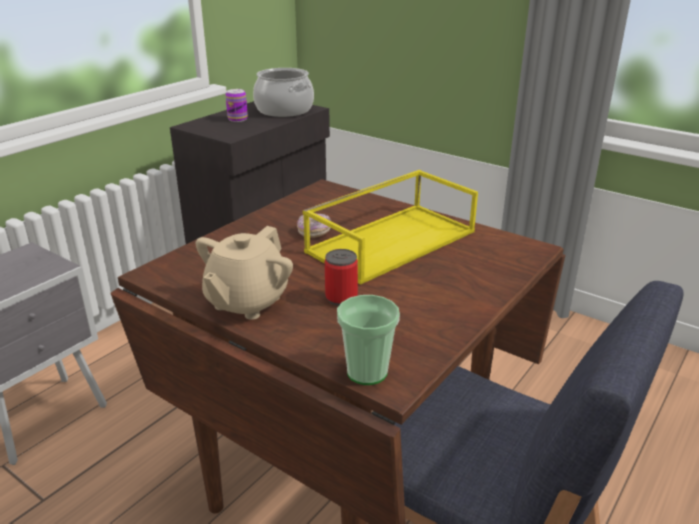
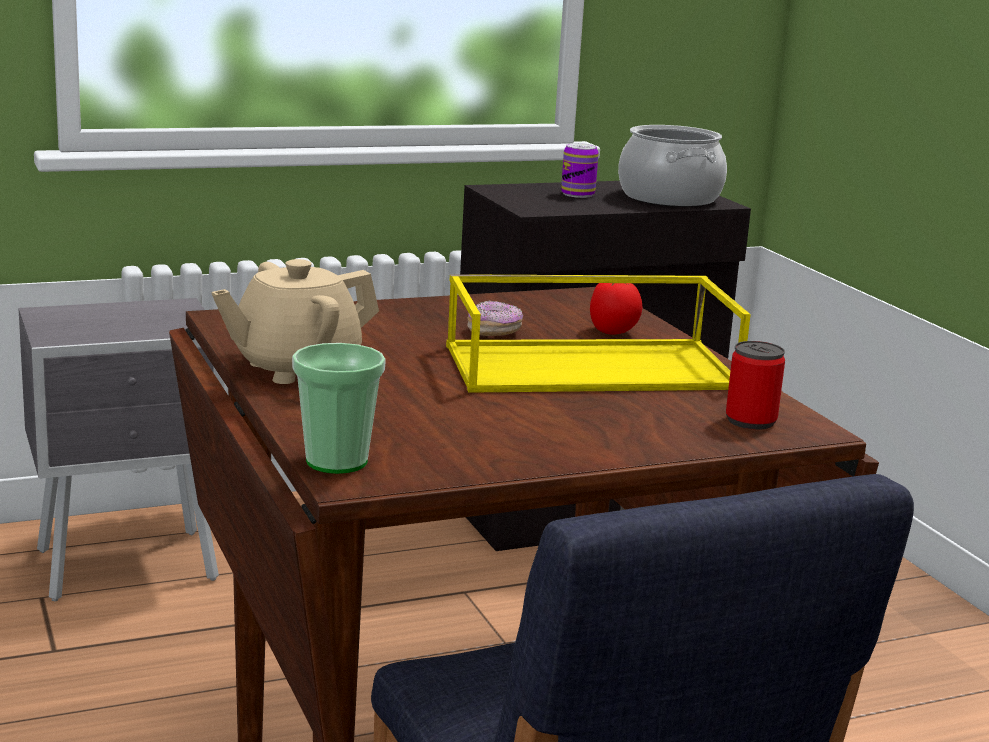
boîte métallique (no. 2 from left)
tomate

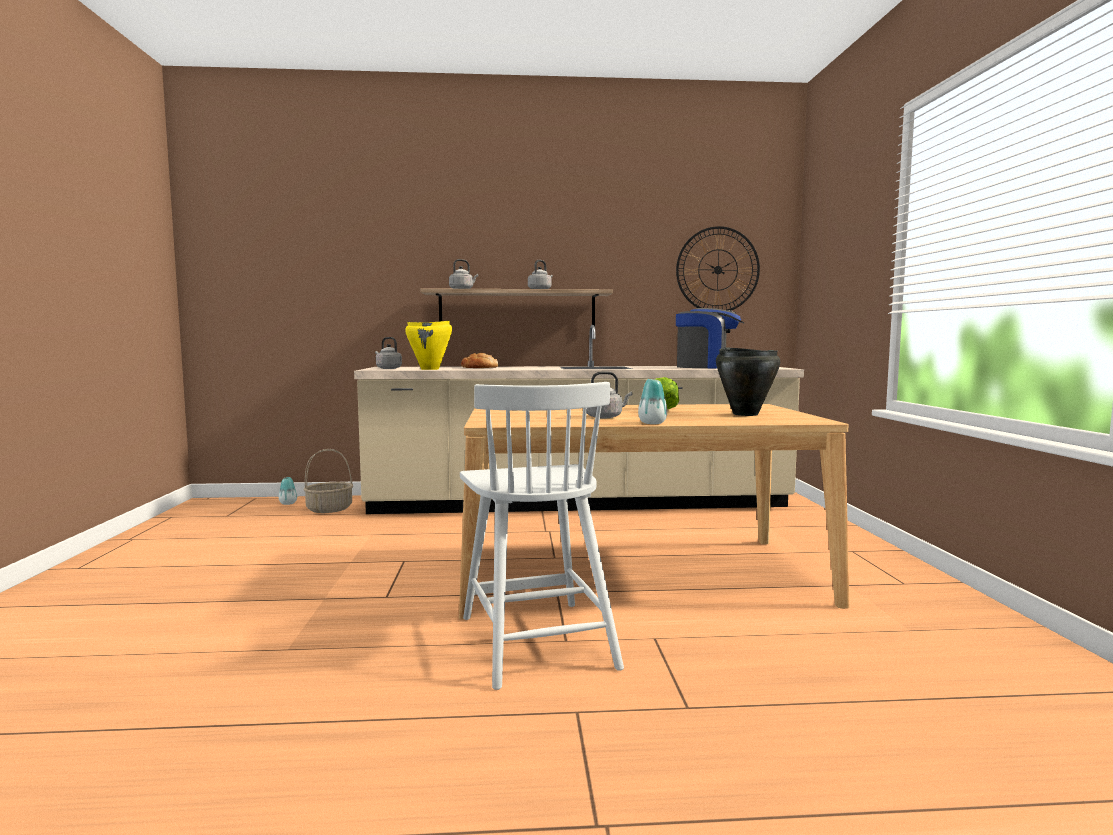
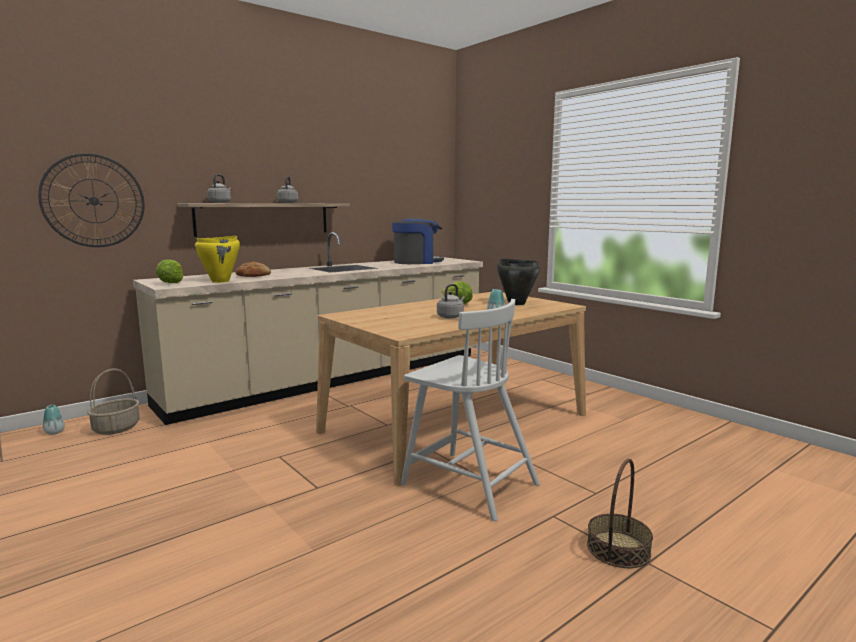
laitue (no. 1 from left)
horloge murale
panier (no. 2 from left)

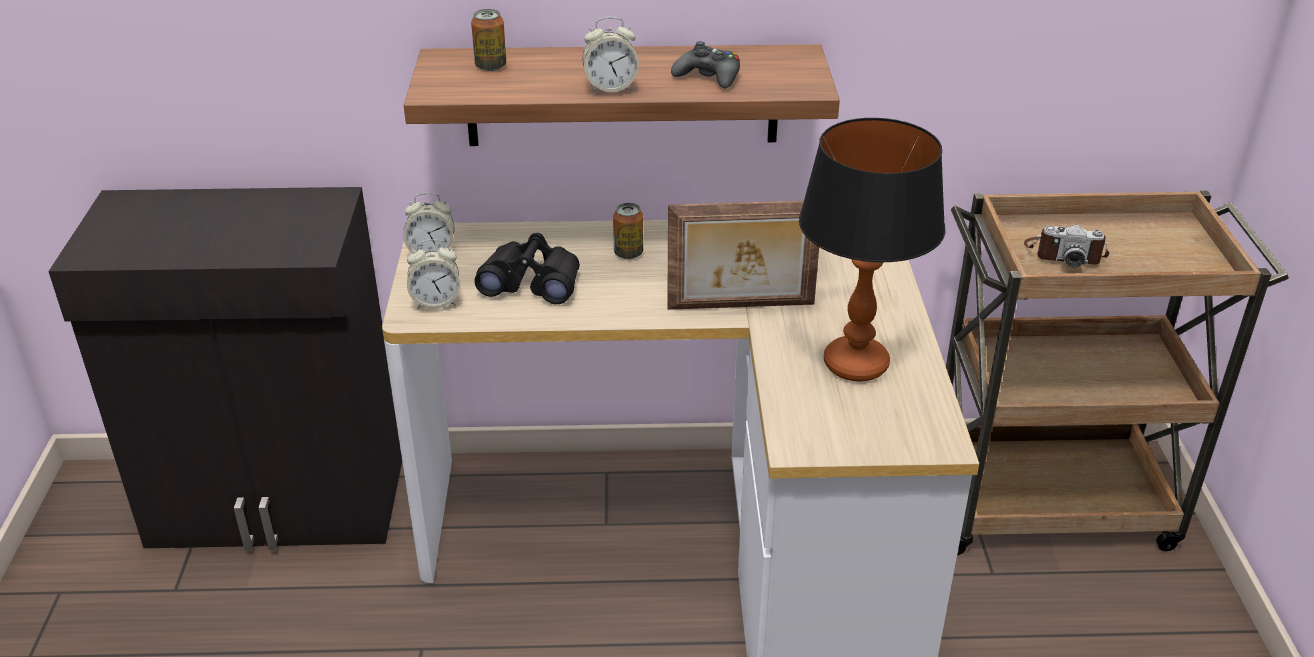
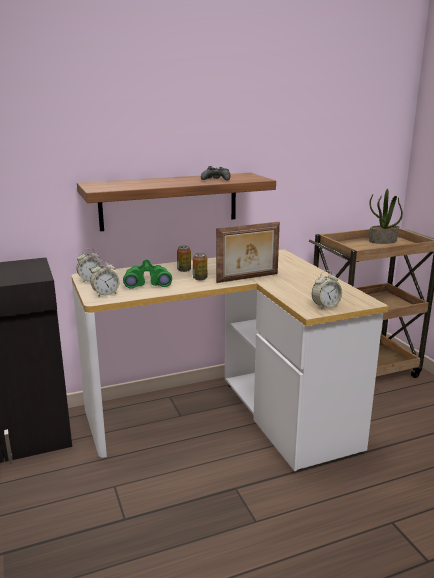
boîte métallique (no. 2 from left)
jumelles/vert
réveil (no. 3 from left)
lampe de table
appareil photo
plante en pot

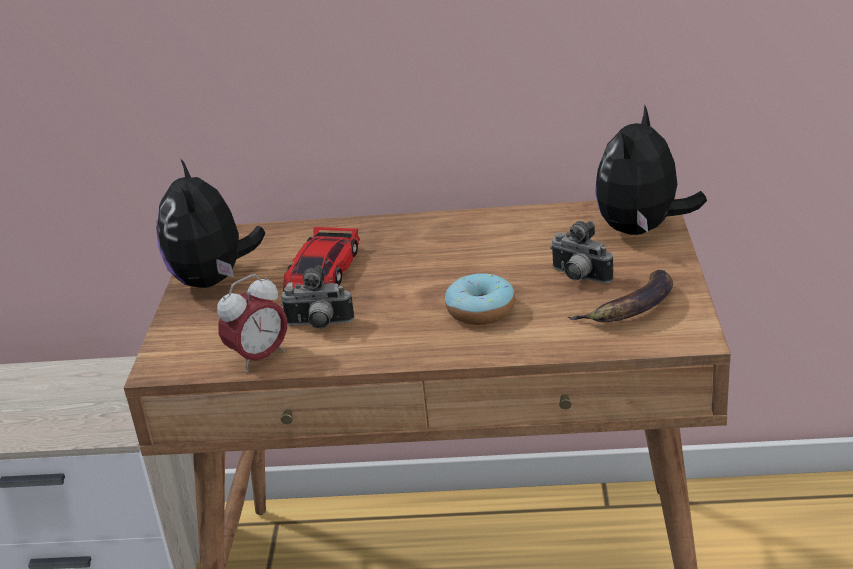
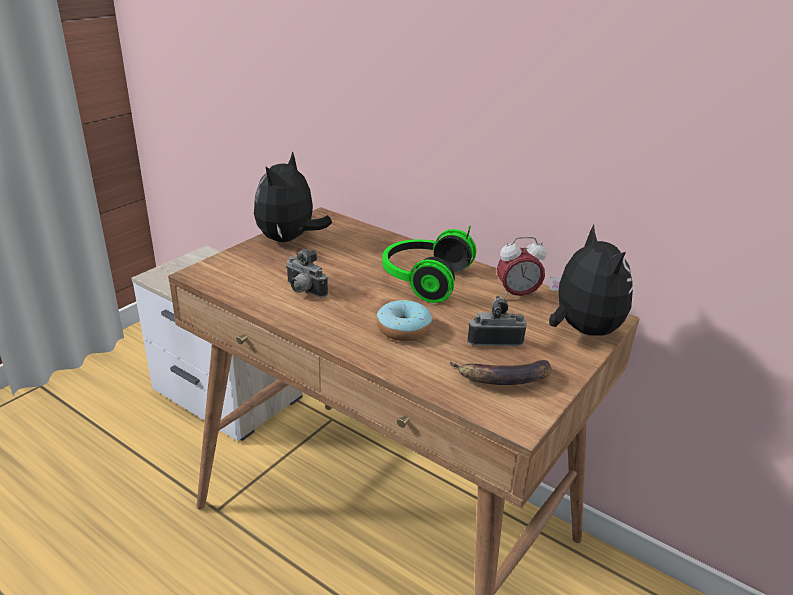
réveil
petite voiture
appareil photo (no. 2 from left)
peluche (no. 2 from left)
casque audio

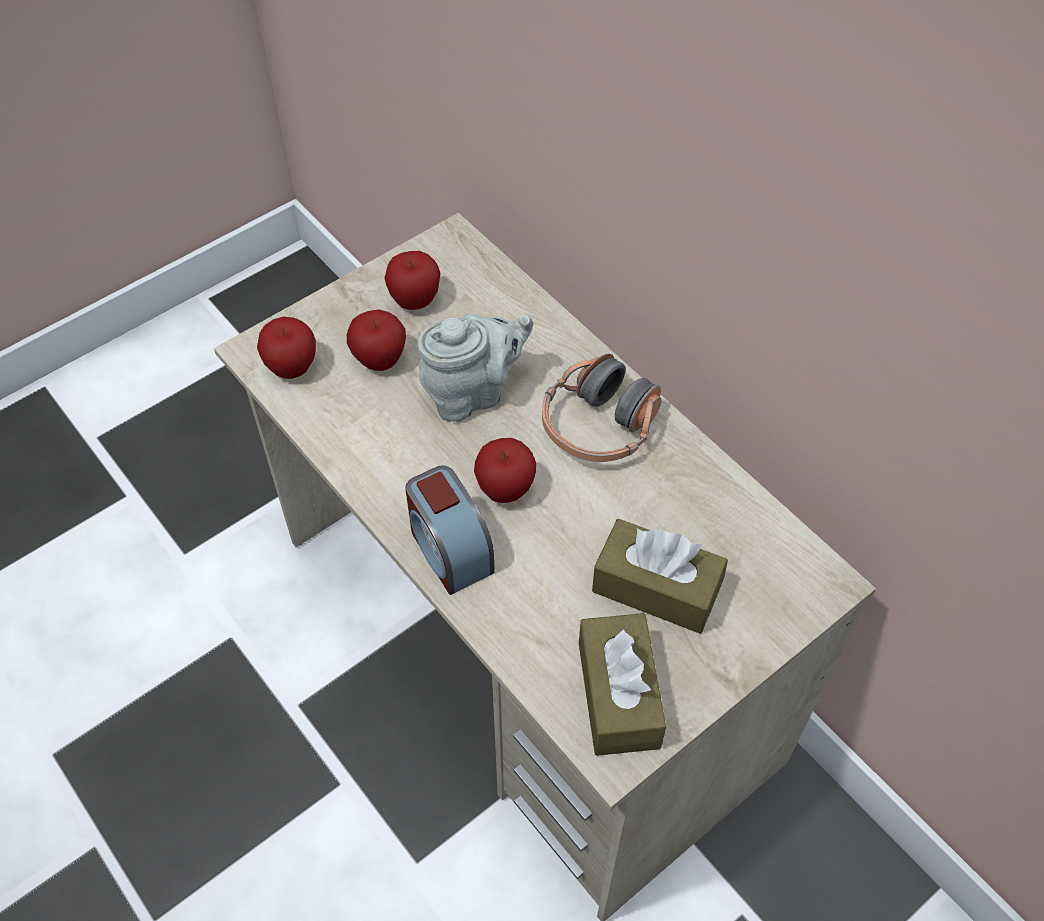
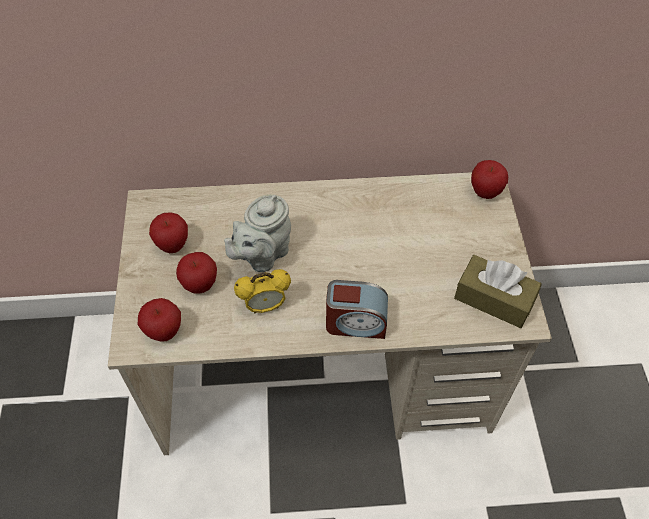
théière/gris
pomme (no. 4 from left)
casque audio
boîte à mouchoirs/marron (no. 2 from left in the first image)
réveil (no. 1 from left)

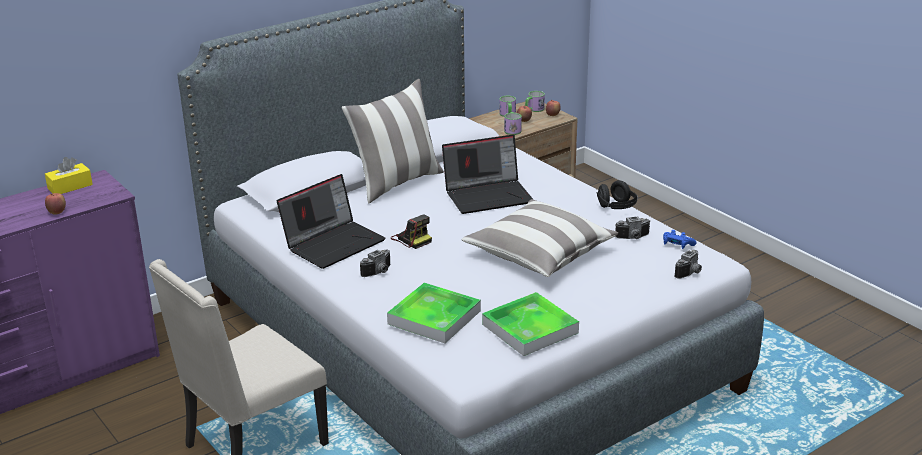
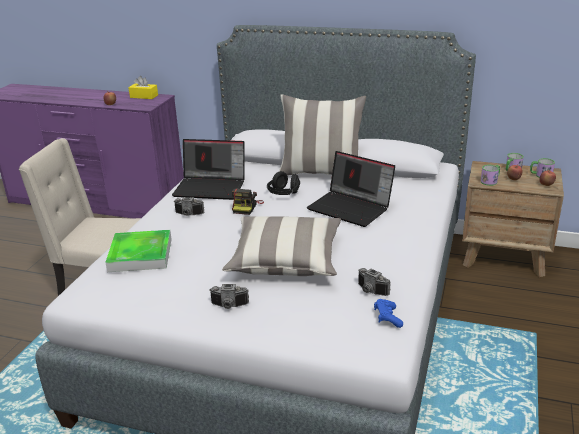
plateau (no. 2 from left in the first image)
casque audio/noir
appareil photo (no. 2 from left)

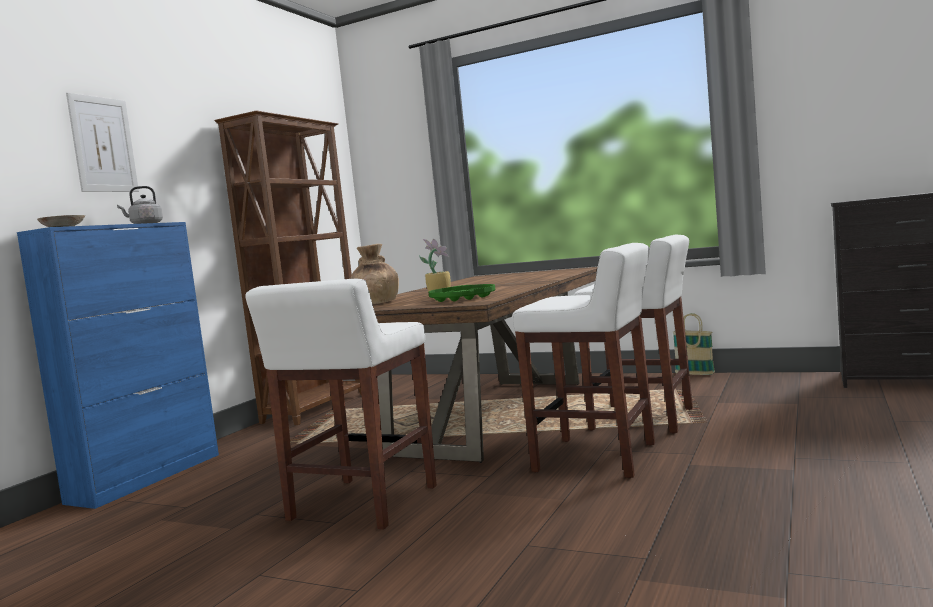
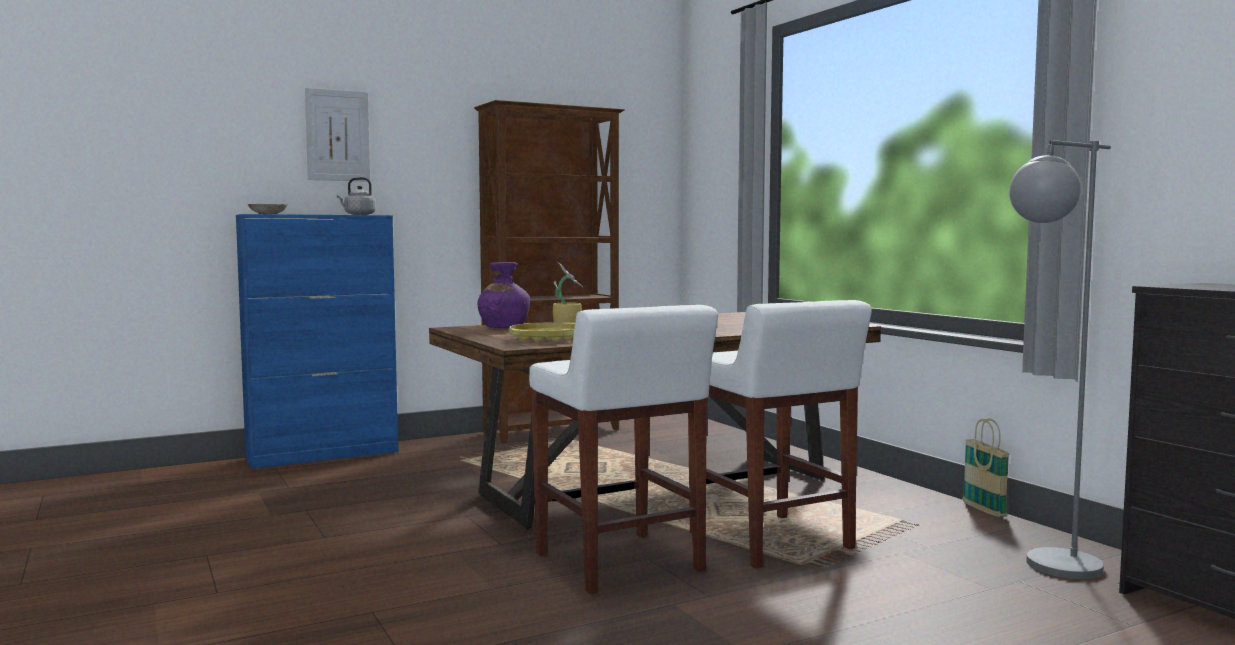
tabouret/blanc (no. 1 from left in the first image)
vase/violet
plateau/jaune
lampadaire/gris

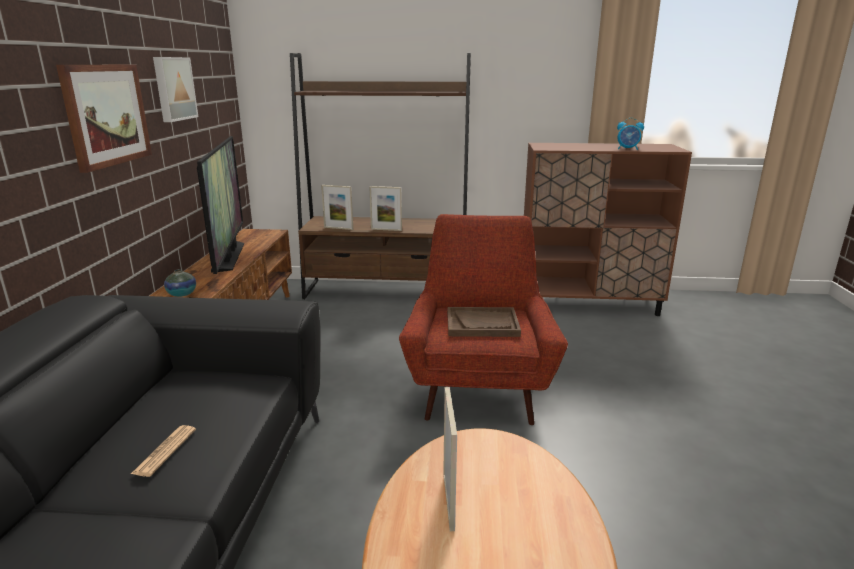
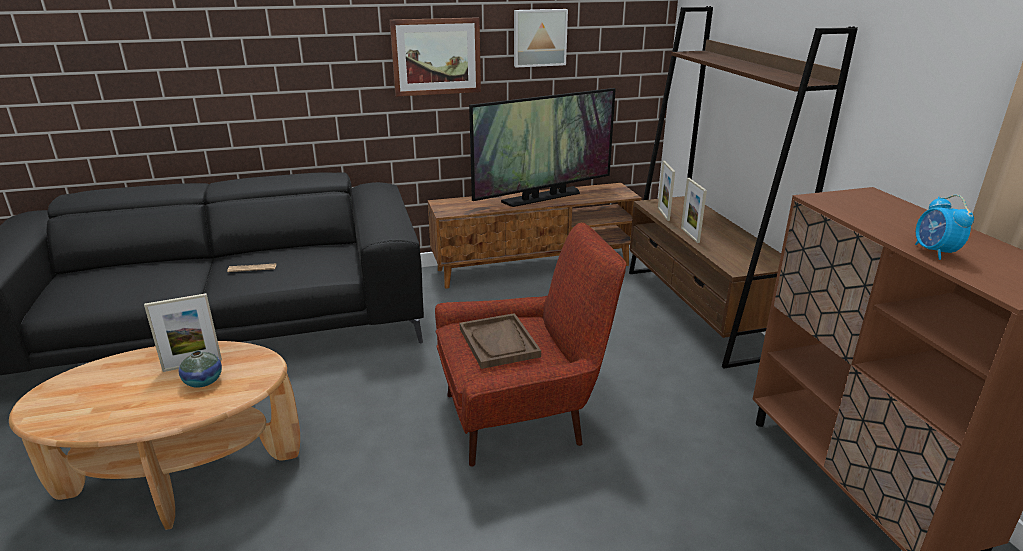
vase

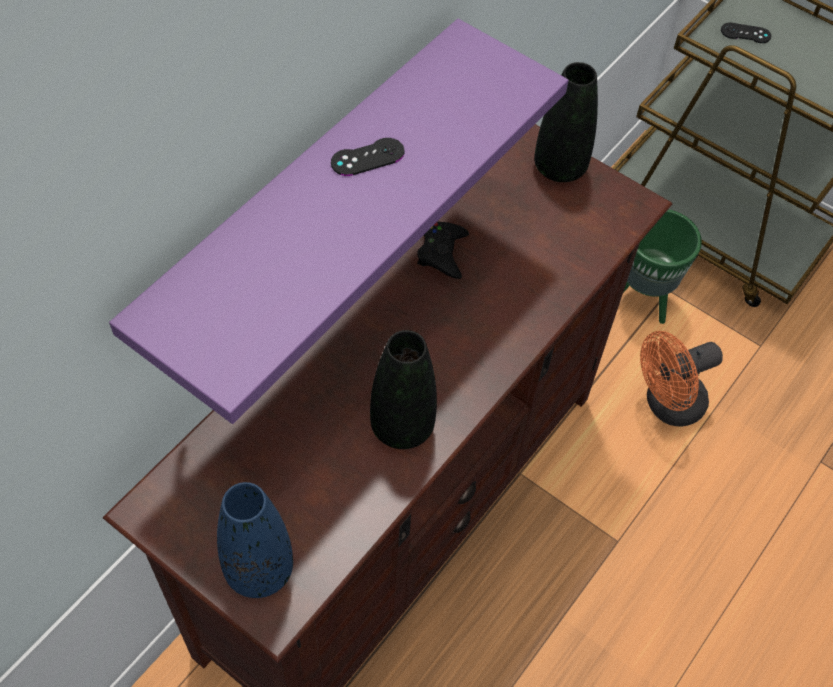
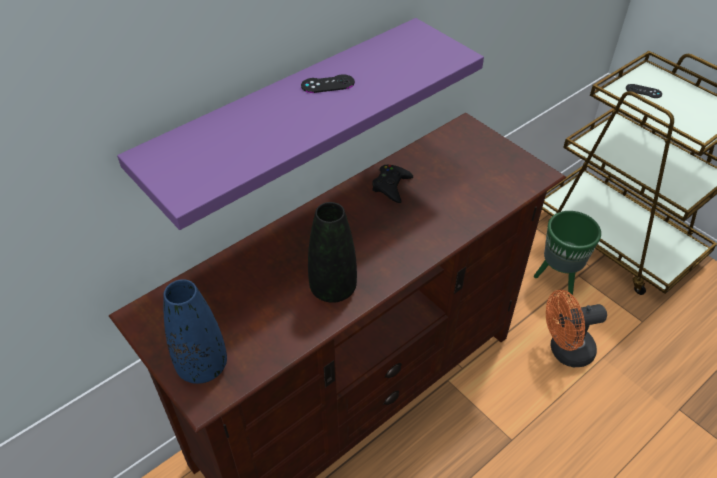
vase/noir (no. 2 from left in the first image)

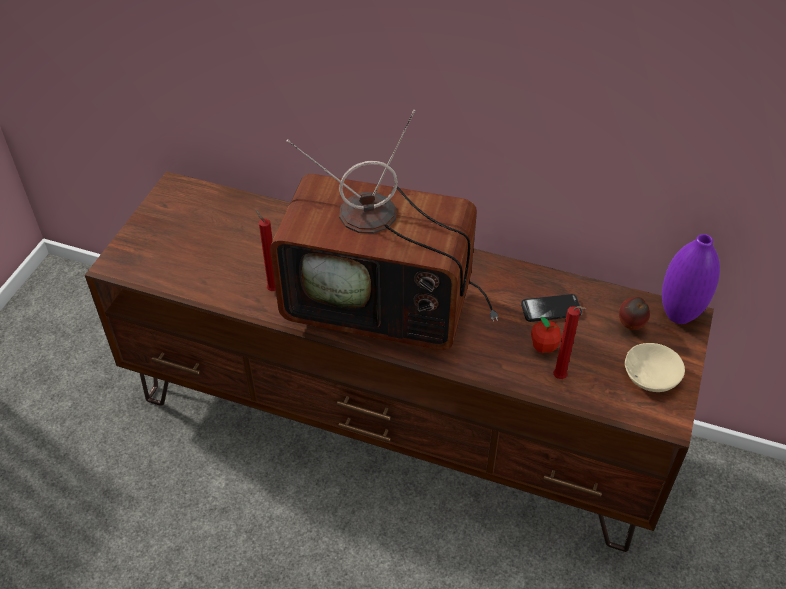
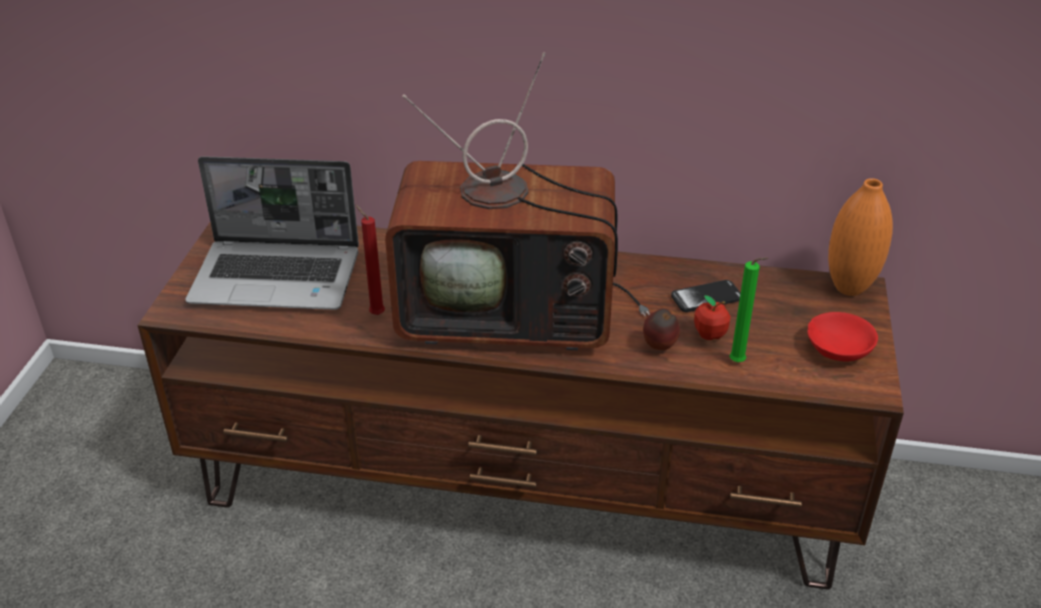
bougie/vert
pomme (no. 1 from left)
bol/rouge
vase/orange
ordinateur portable

